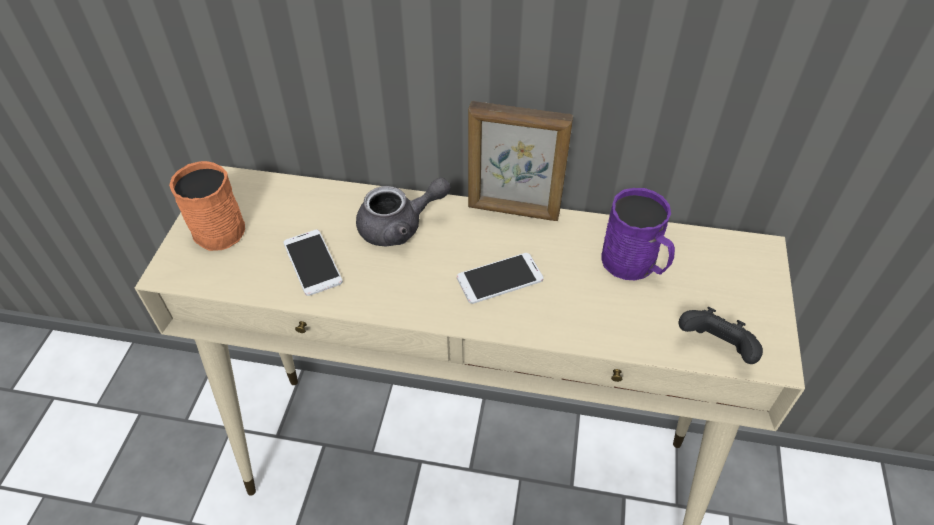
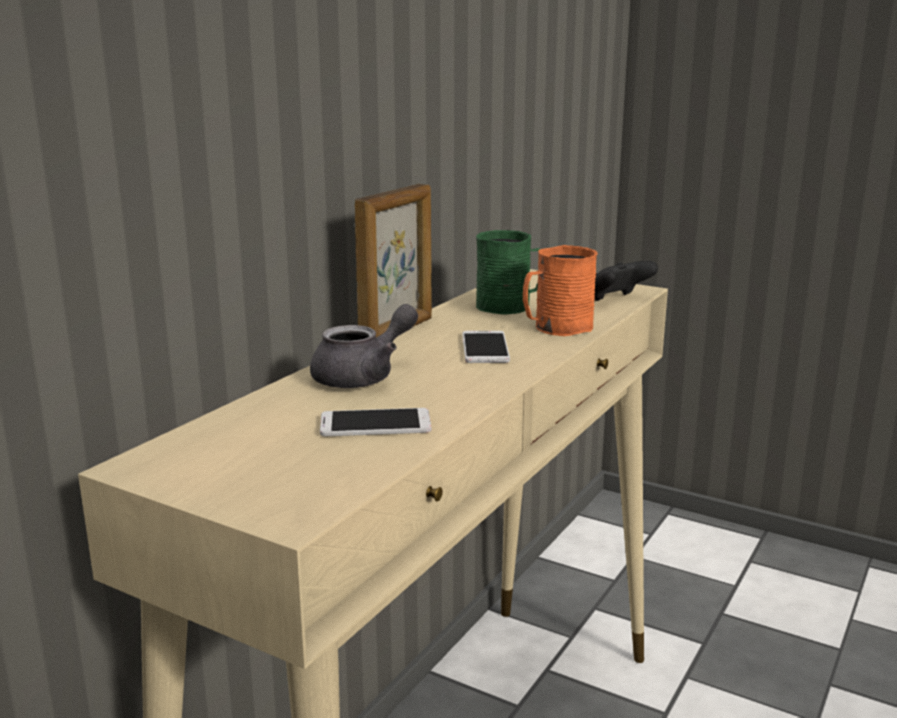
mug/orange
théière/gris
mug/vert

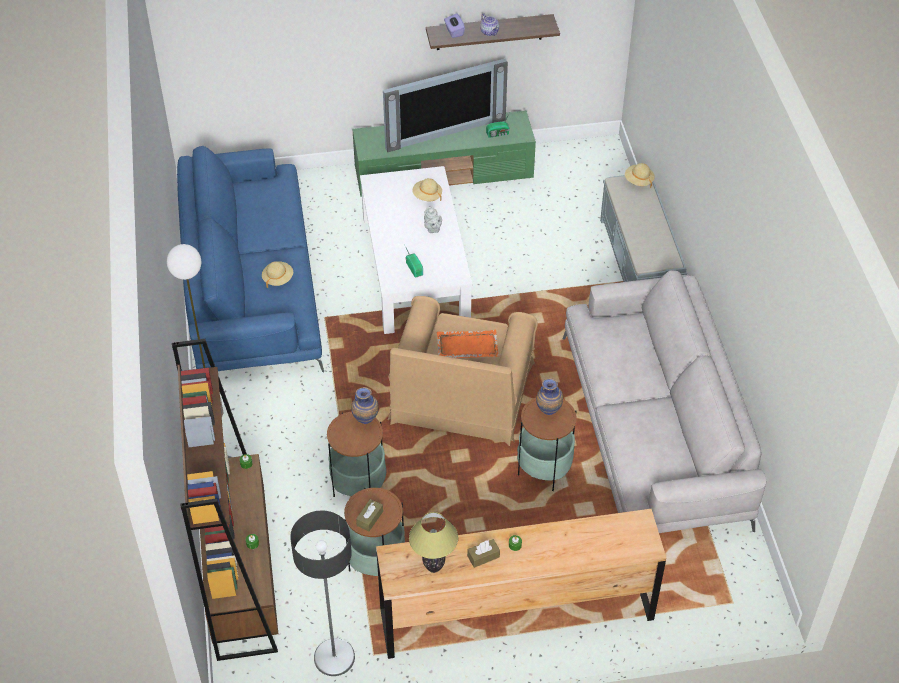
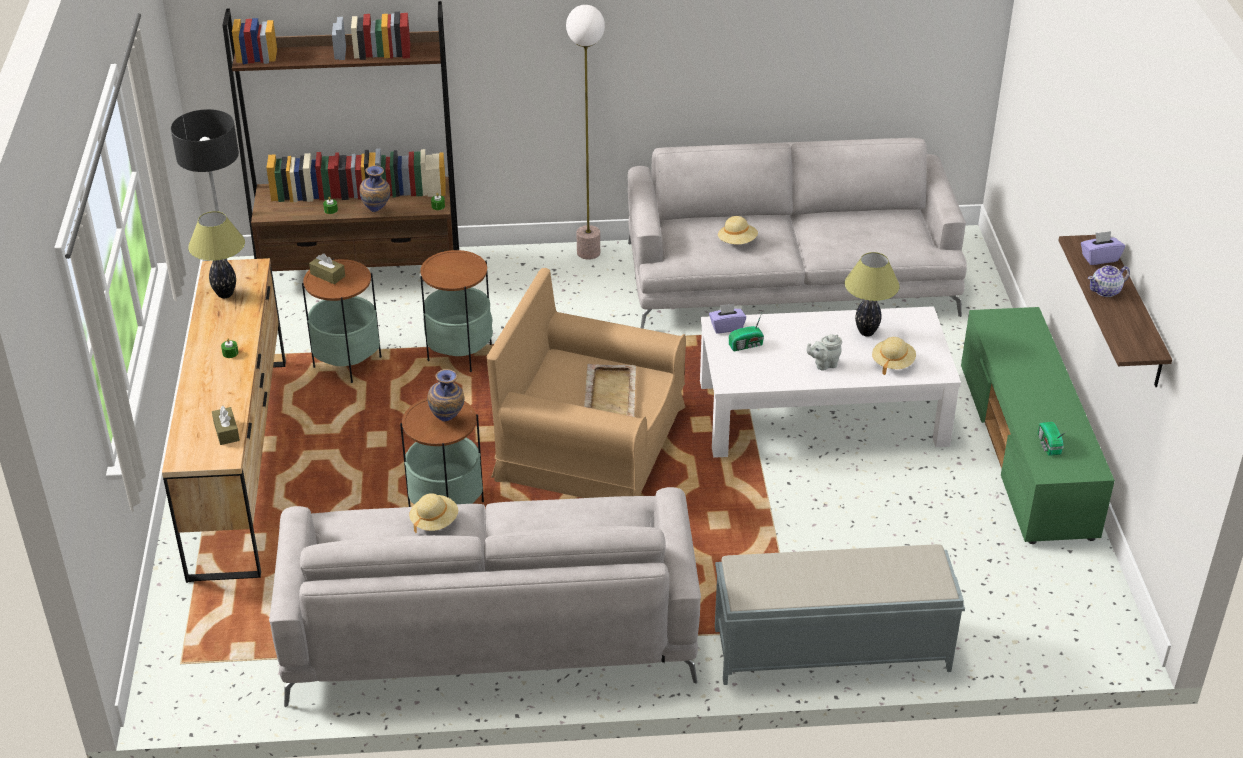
canapé/gris (no. 2 from left)
vase (no. 1 from left)
téléviseur
plateau/beige
boîte à mouchoirs/marron (no. 1 from left)
chapeau/beige (no. 1 from left)
boîte à mouchoirs/violet (no. 1 from left)
lampe de table (no. 2 from left)

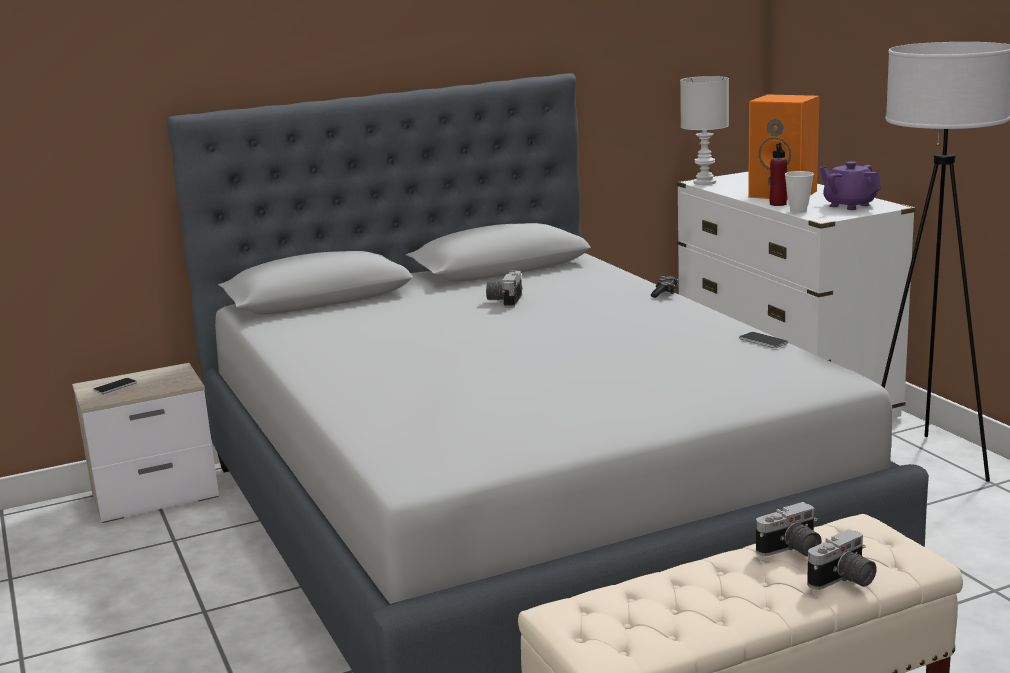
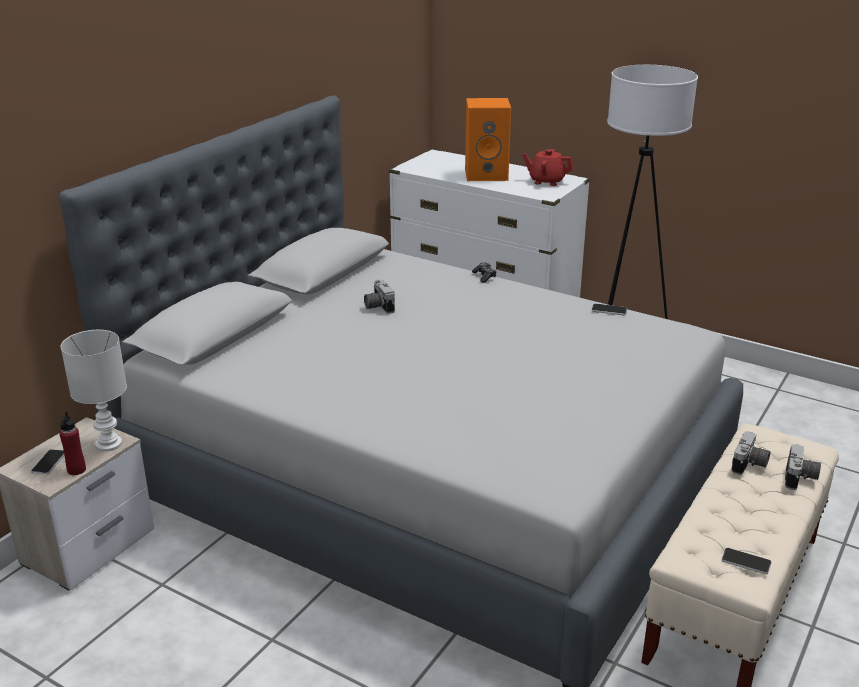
lampe de table/blanc
bouteille/rouge
tasse
théière/rouge
téléphone (no. 3 from left)

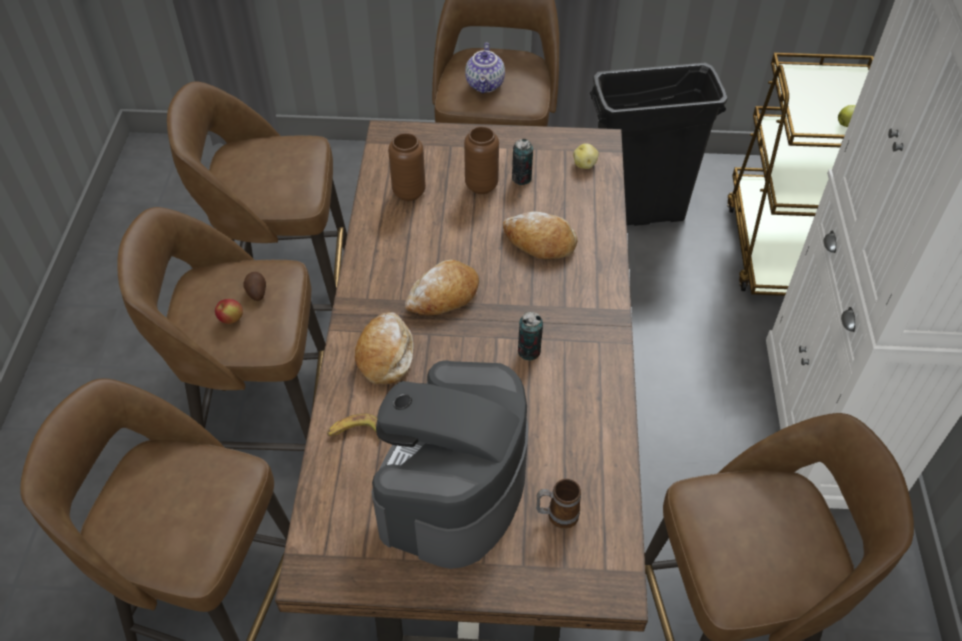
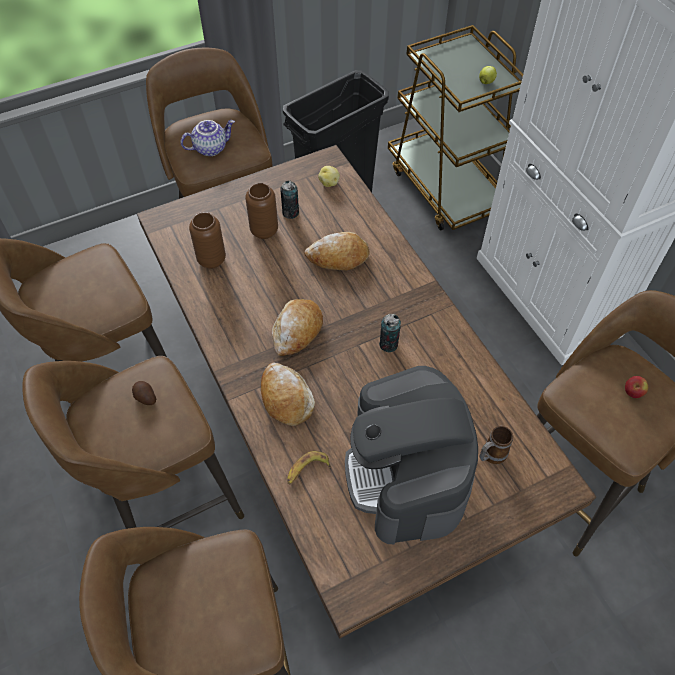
pomme (no. 2 from left)
théière

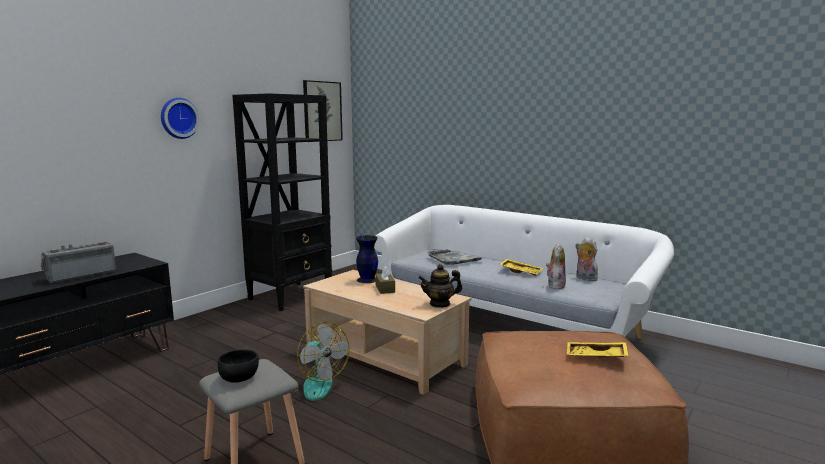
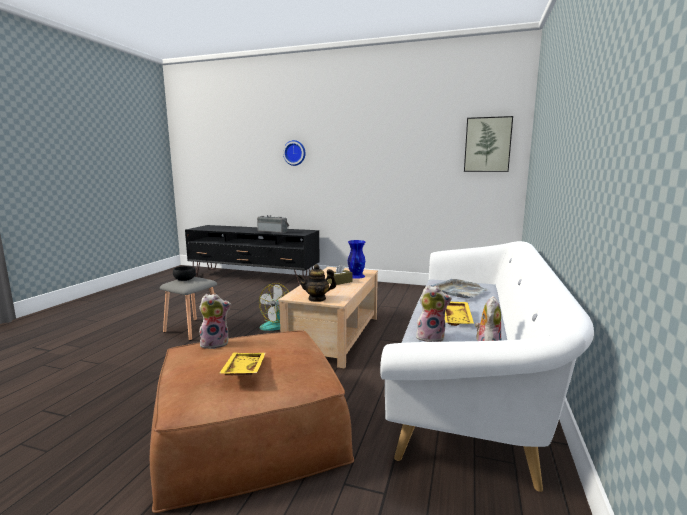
horloge murale
bibliothèque/noir
vase/bleu
théière
peluche (no. 1 from left)

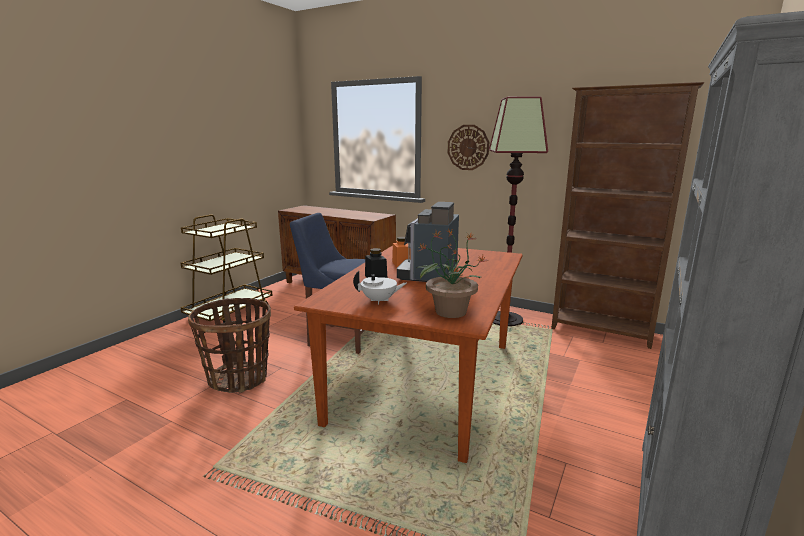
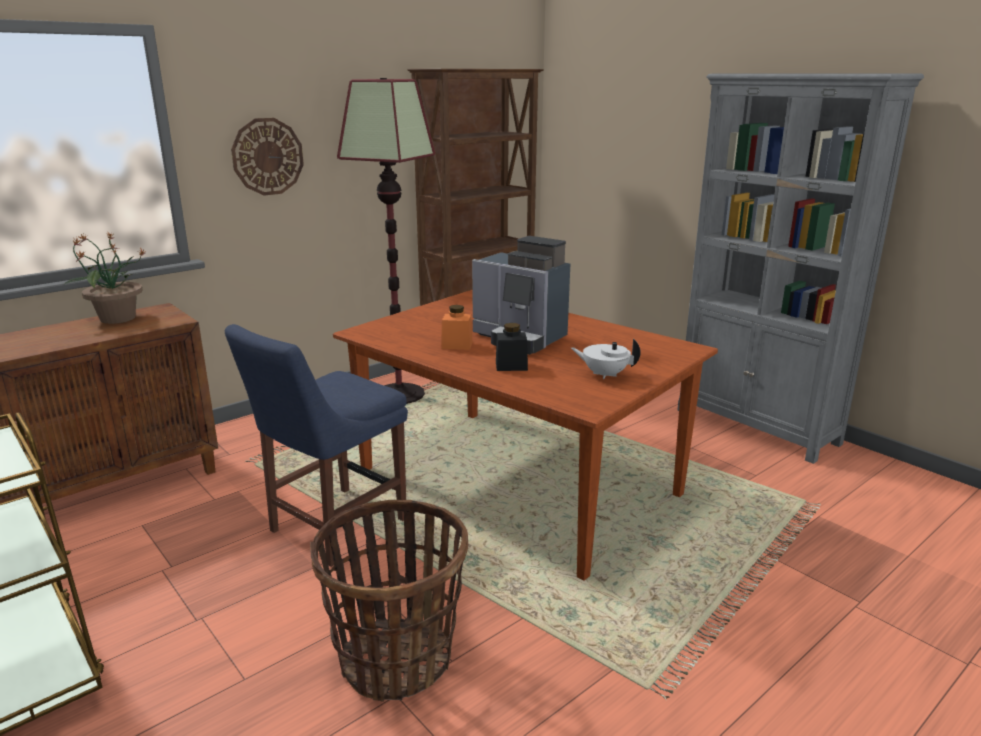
théière/blanc
plante en pot

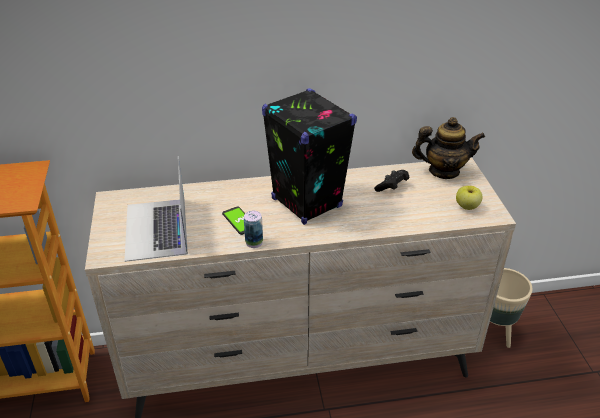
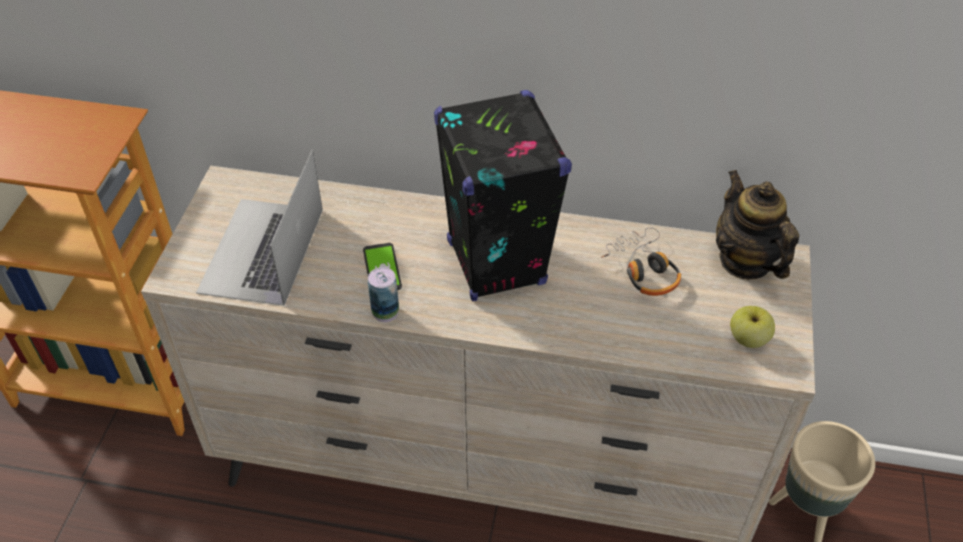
casque audio
théière

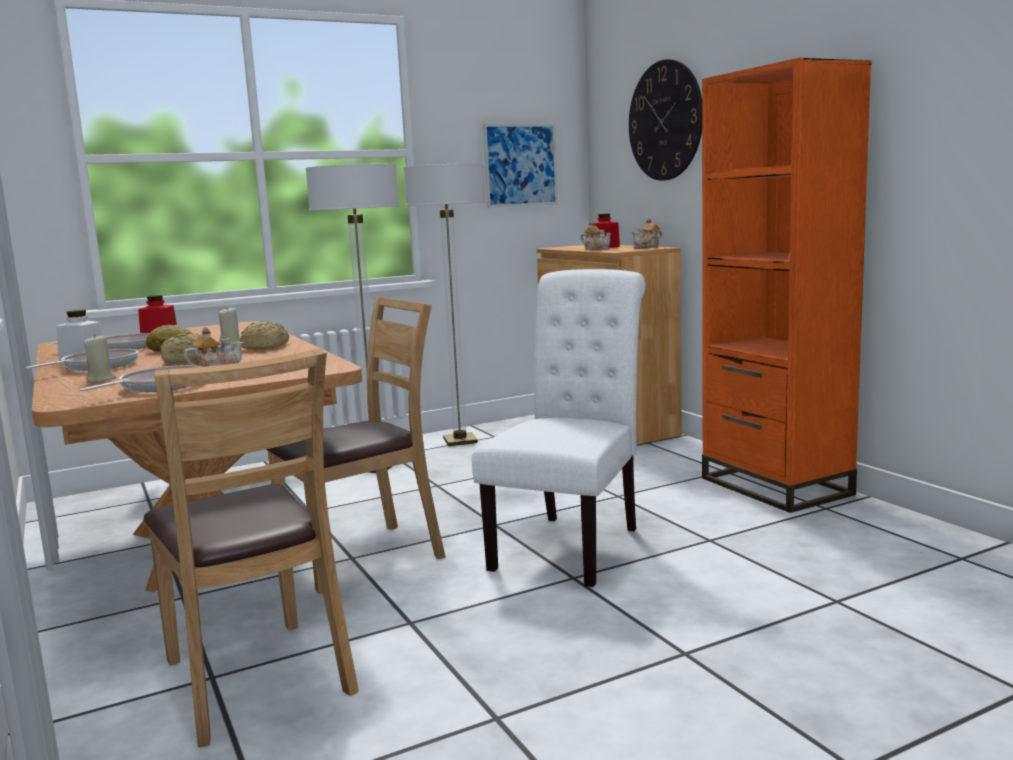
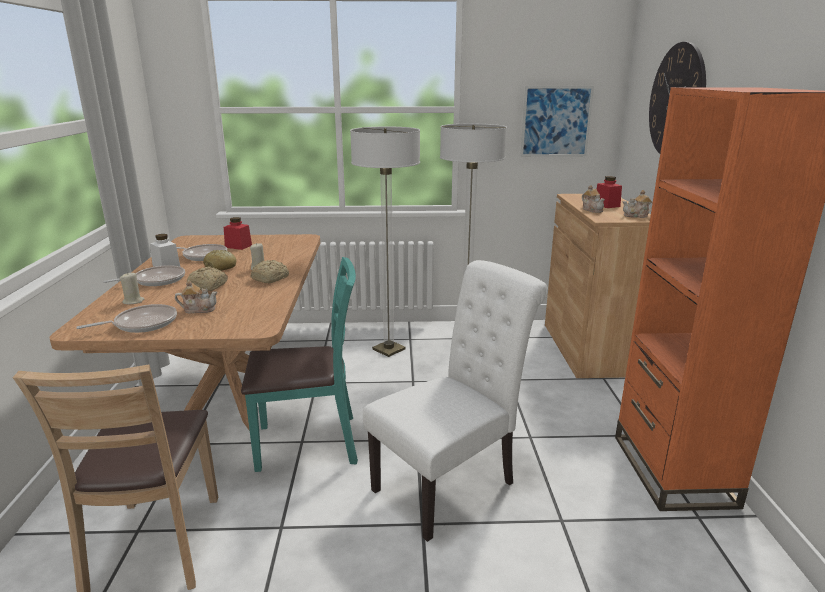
chaise/turquoise

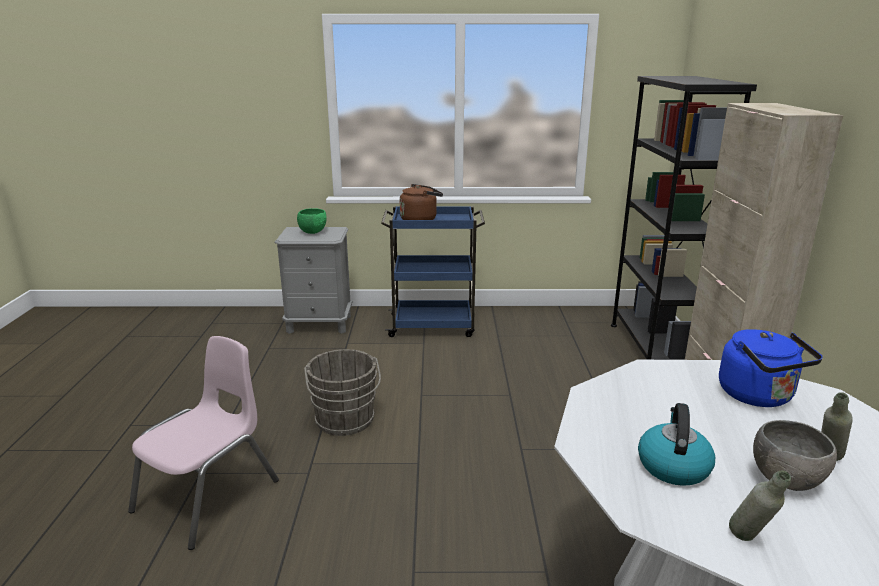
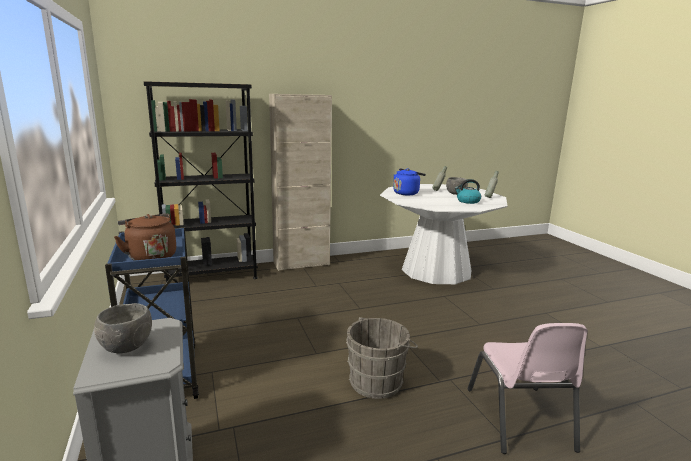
chaise/rose
bol/gris (no. 1 from left)

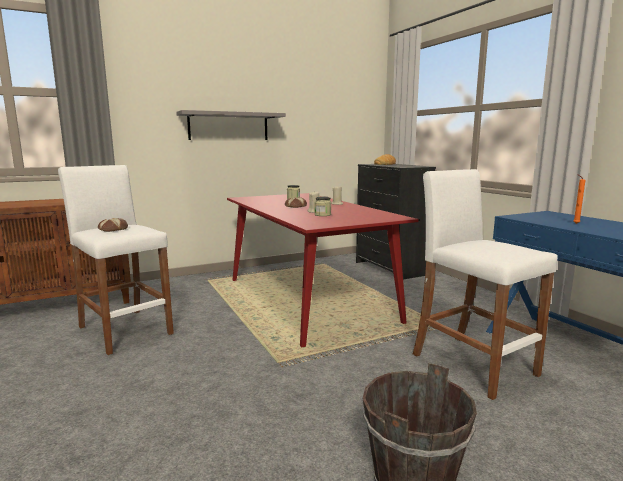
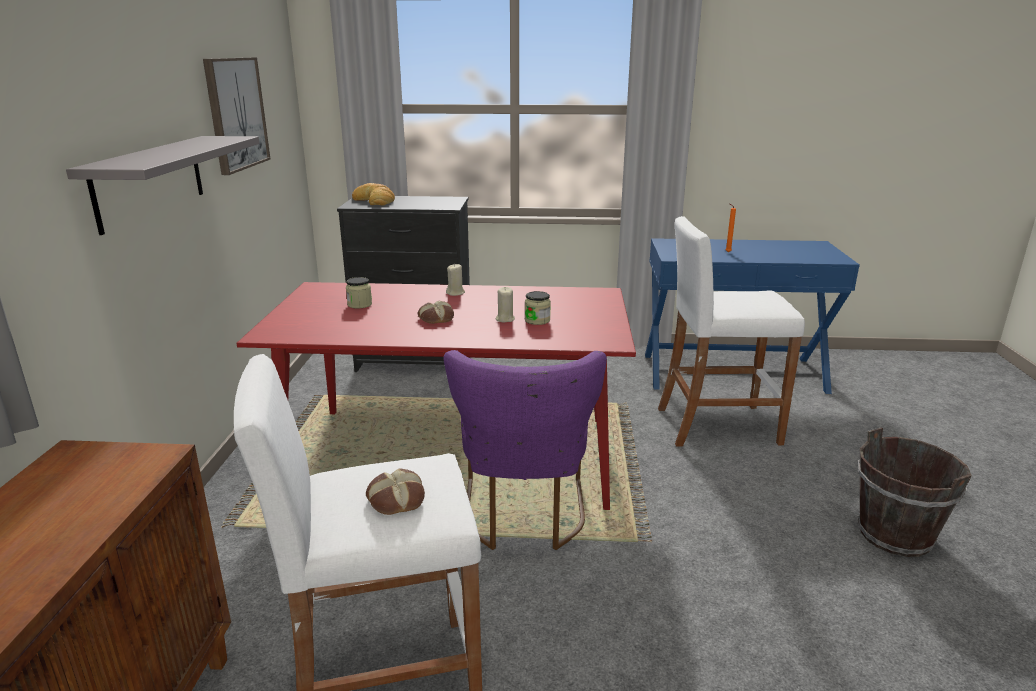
tableau
chaise/violet

